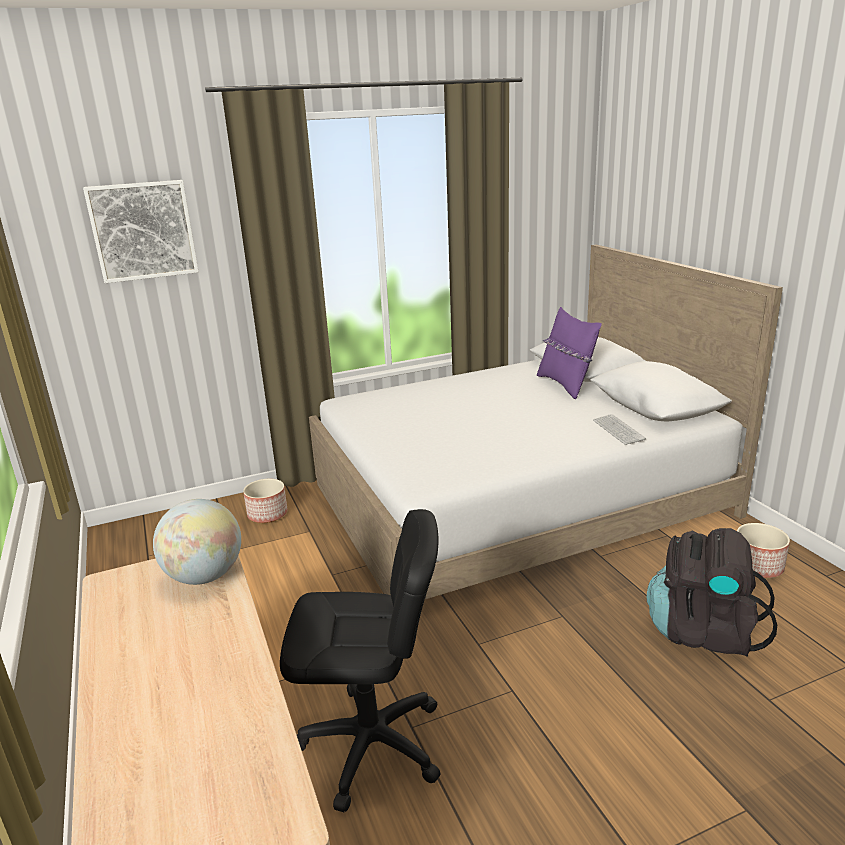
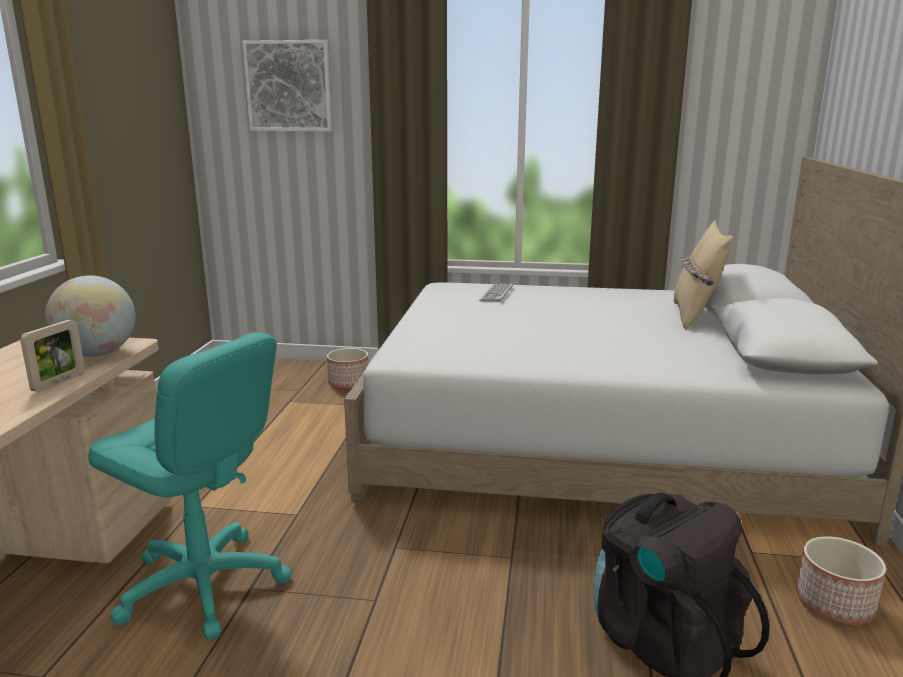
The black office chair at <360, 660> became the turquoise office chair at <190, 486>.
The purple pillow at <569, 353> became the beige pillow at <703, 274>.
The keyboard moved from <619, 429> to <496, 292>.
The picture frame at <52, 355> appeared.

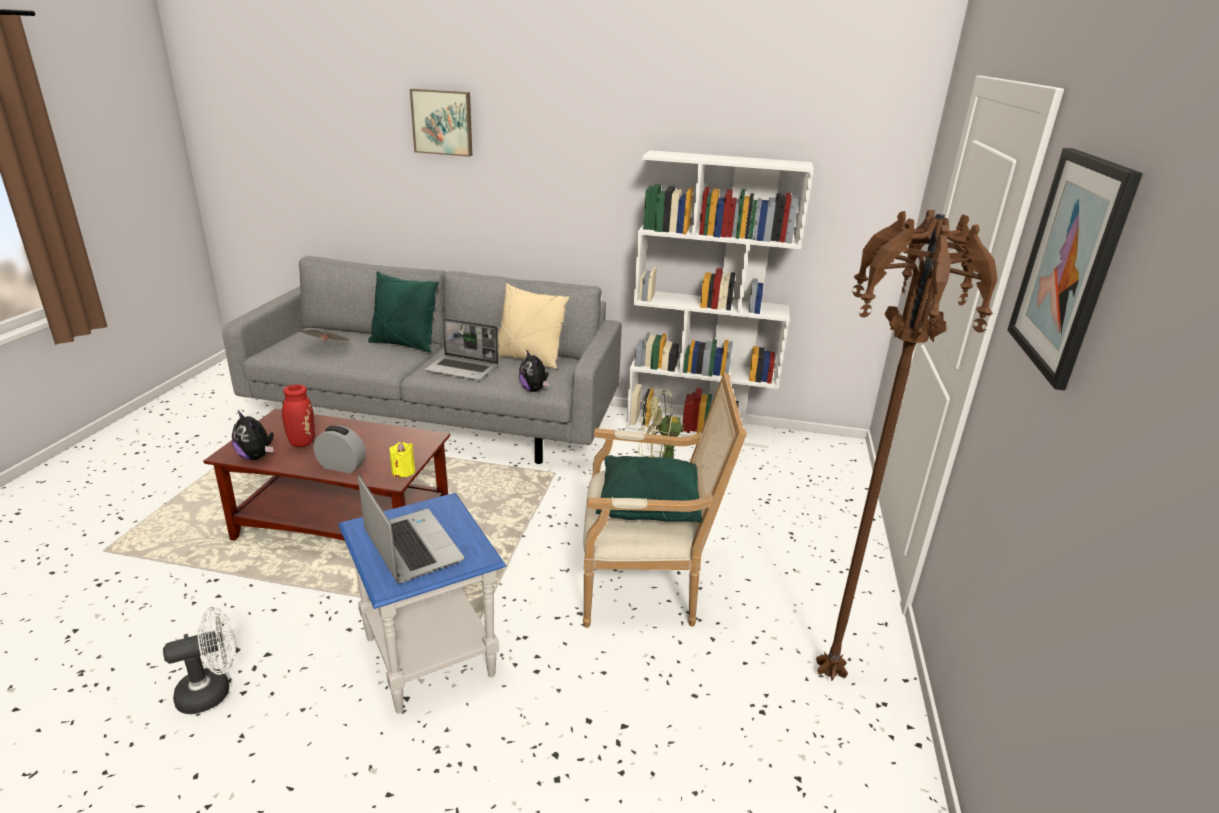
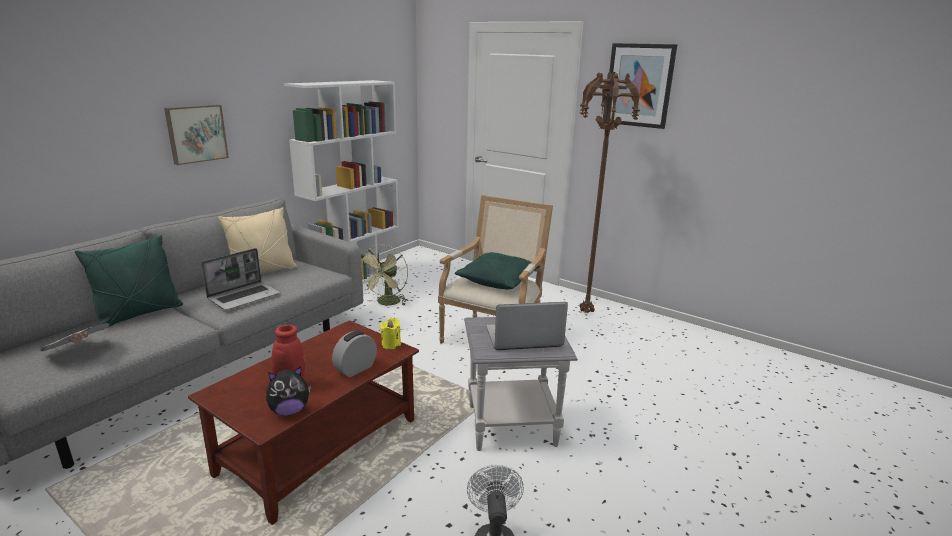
The blue side table at <422, 603> became the grey side table at <521, 384>.
The picture moved from <441, 123> to <196, 135>.
The plush toy at <534, 370> disappeared.

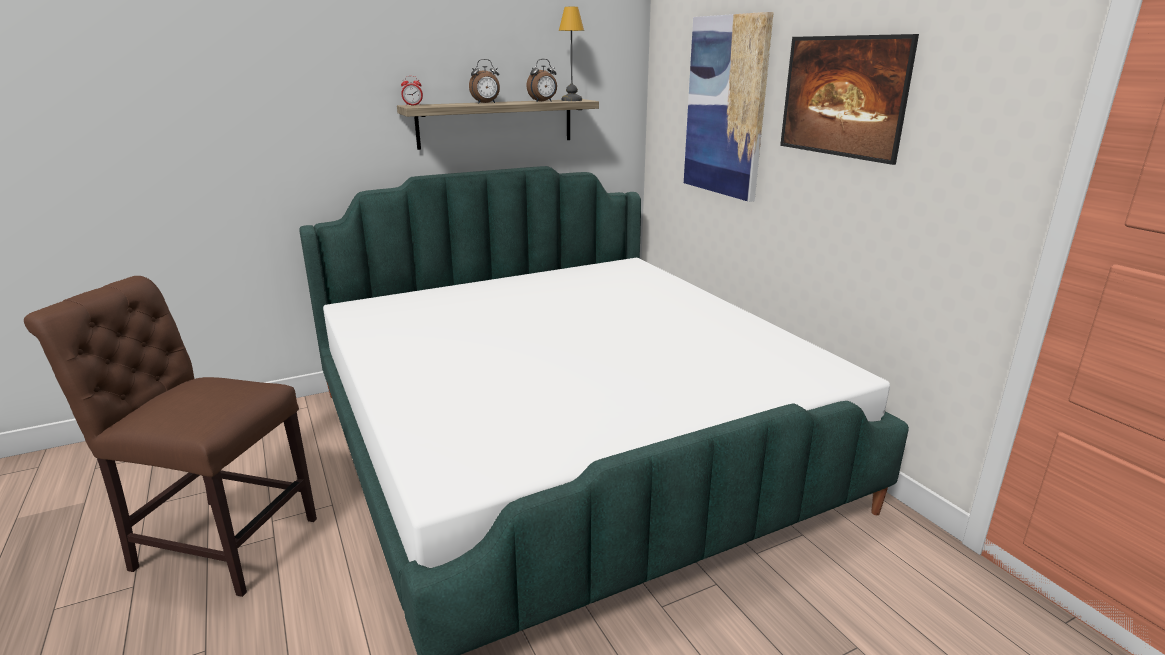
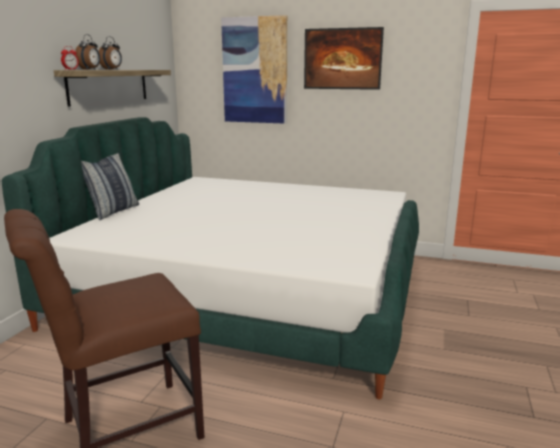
The alarm clock moved from <541, 80> to <87, 52>.
The table lamp at <571, 54> disappeared.
The pillow at <110, 186> appeared.

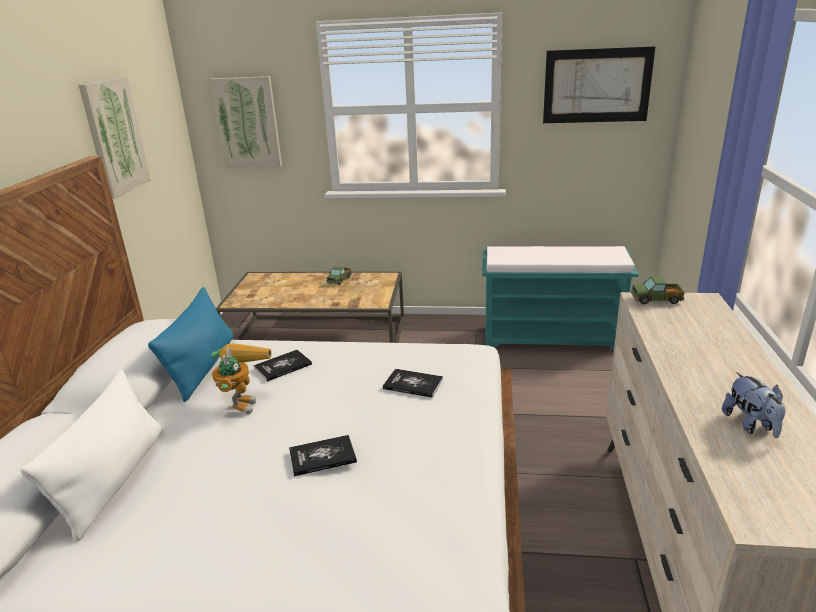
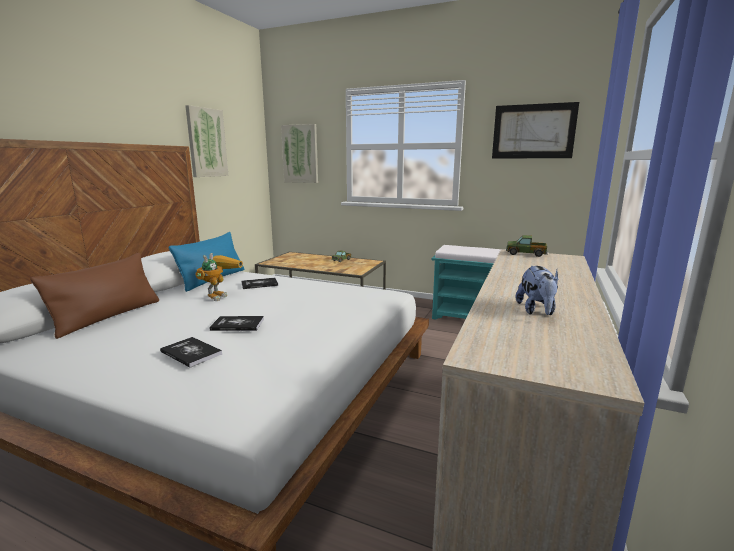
The white pillow at <92, 456> became the brown pillow at <94, 296>.
The book moved from <413, 383> to <191, 352>.

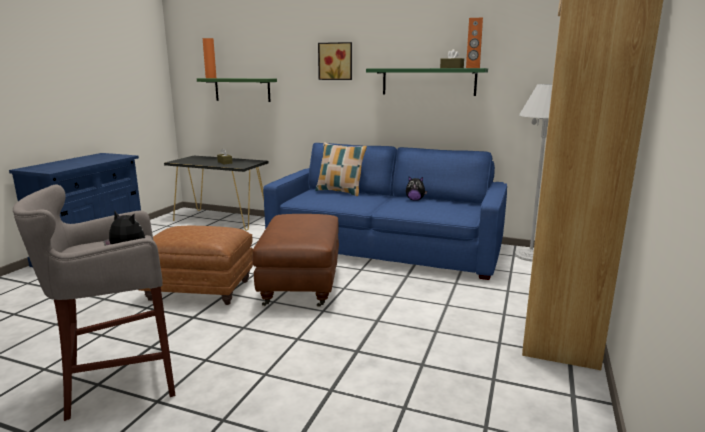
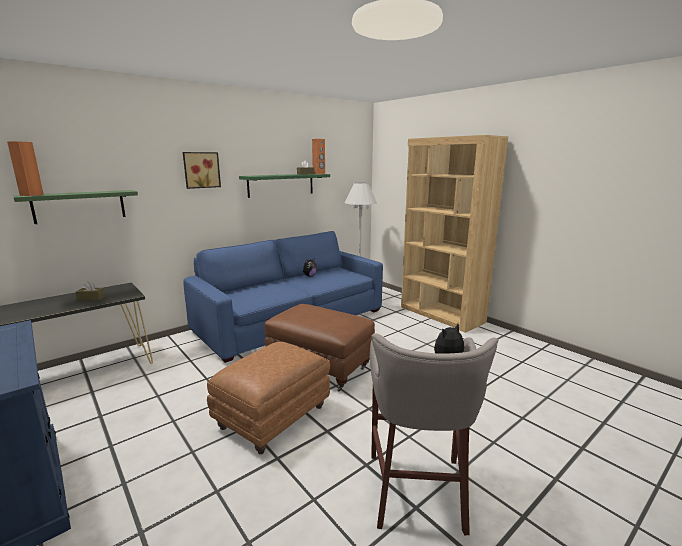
The pillow at <341, 169> disappeared.

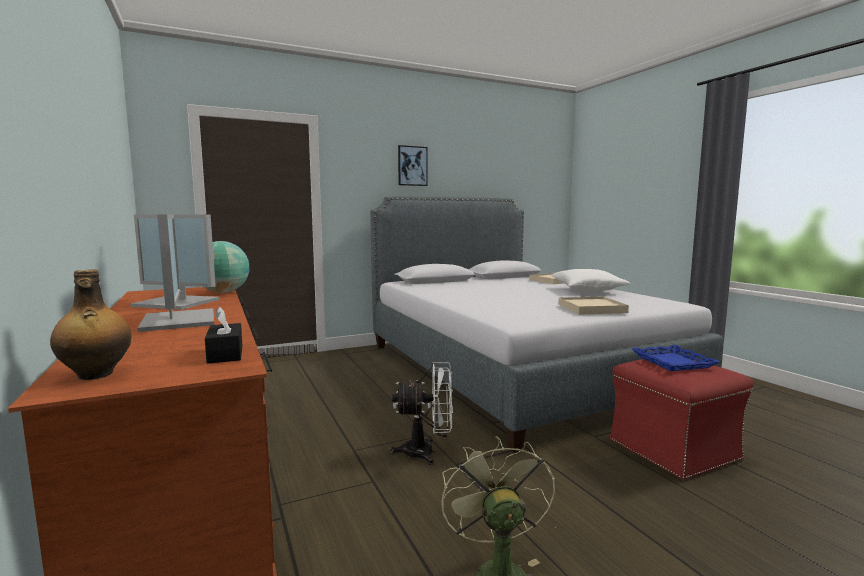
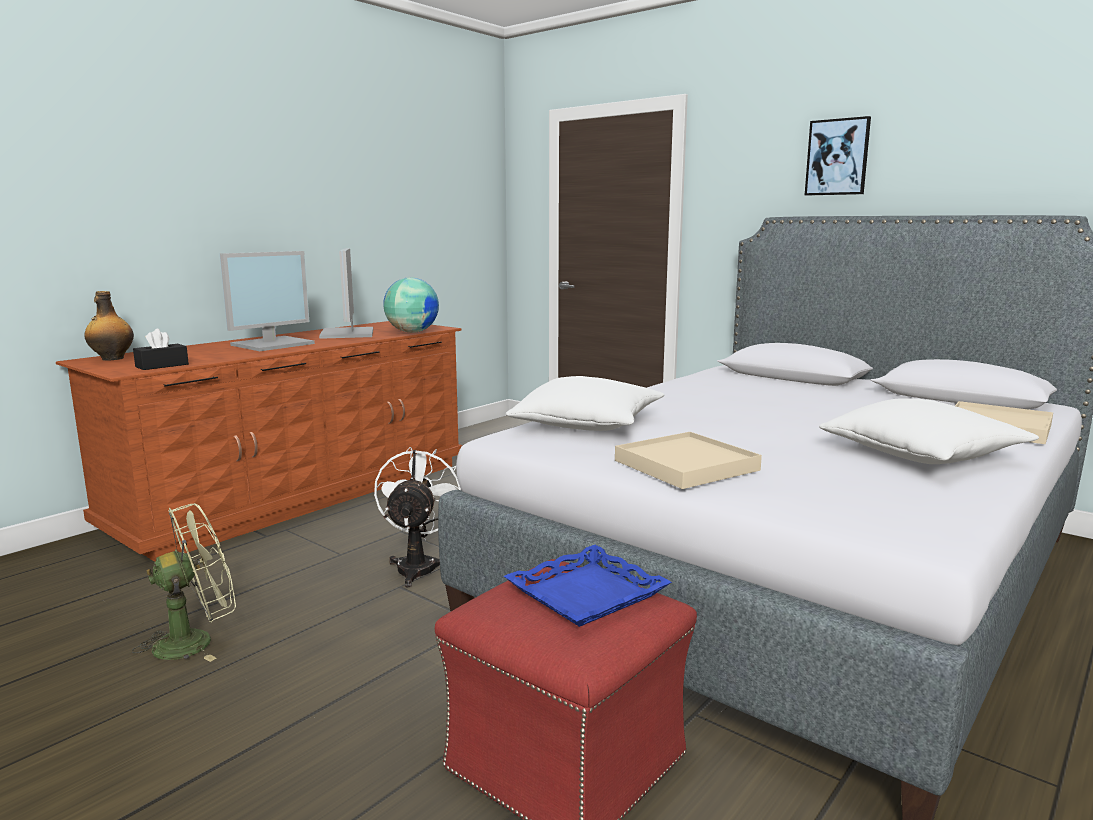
The white fan at <421, 413> turned 150 degrees counterclockwise.
The white pillow at <585, 403> appeared.

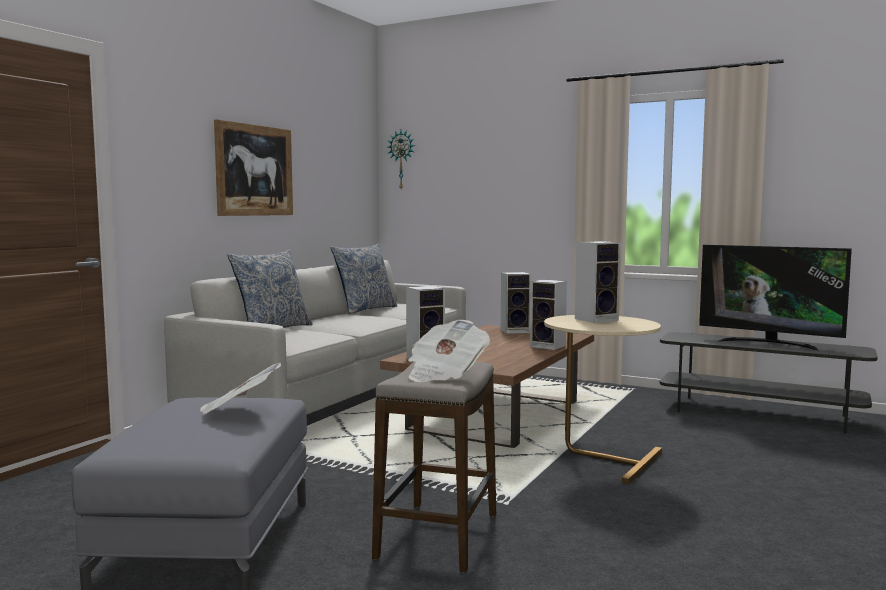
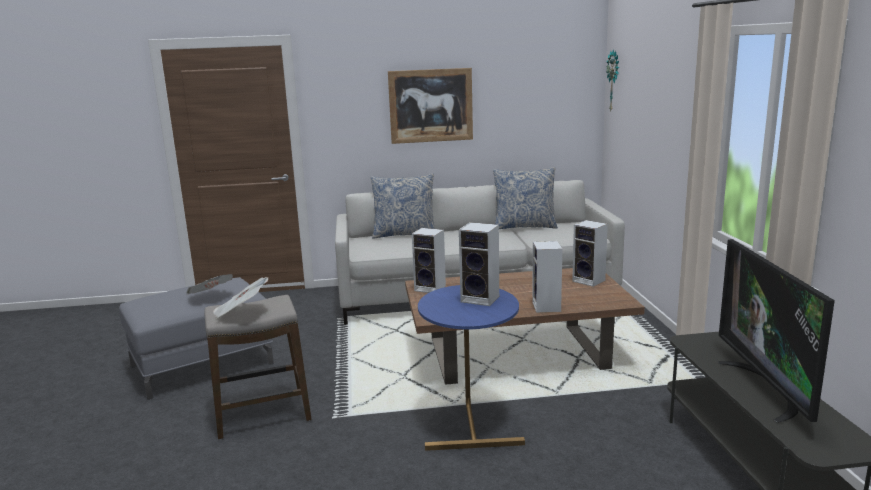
The beige side table at <603, 399> became the blue side table at <471, 368>.

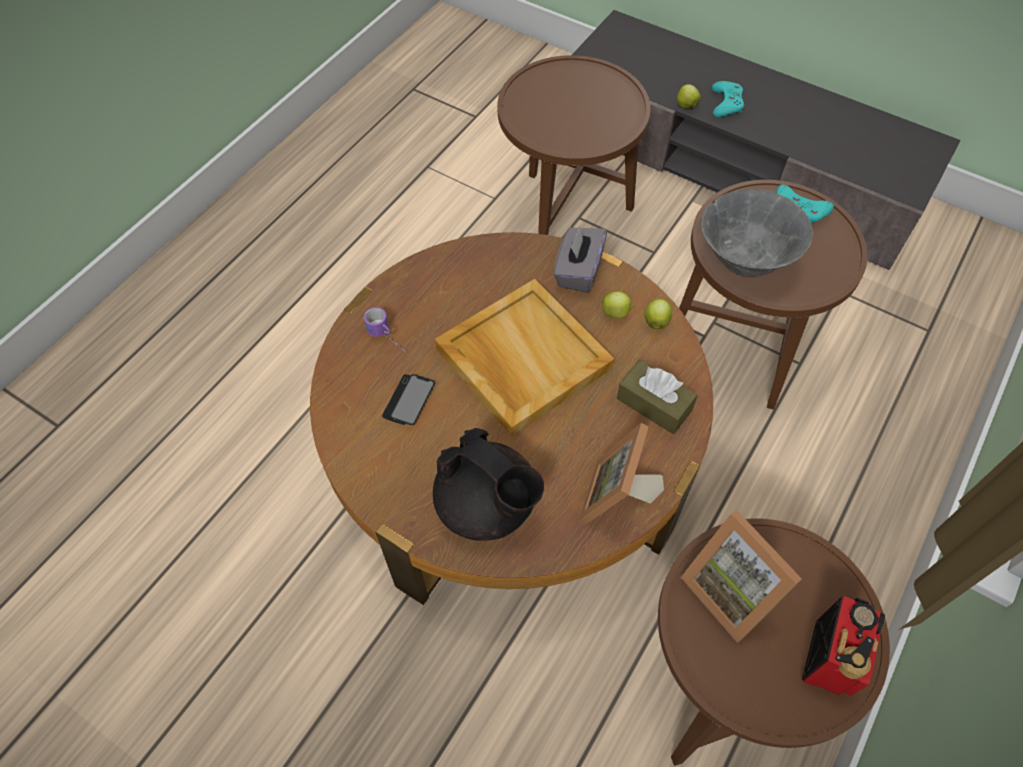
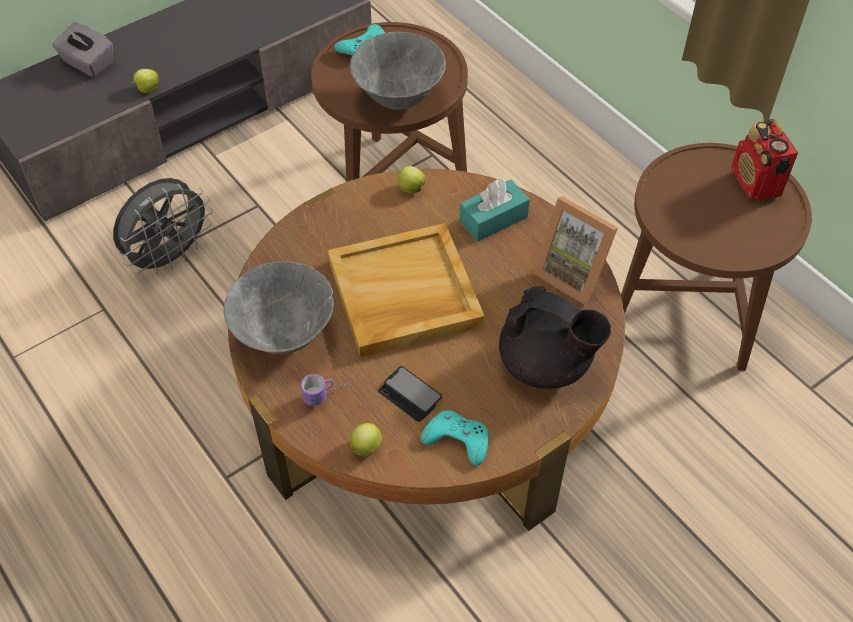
The black teapot at <488, 484> turned 60 degrees clockwise.
The brown side table at <573, 145> was replaced by the grey fan at <163, 227>.
The grey tissue box moved from <580, 259> to <82, 49>.
The apple moved from <618, 305> to <366, 440>.
The brown tissue box at <657, 397> became the turquoise tissue box at <495, 210>.
The picture frame at <741, 576> disappeared.
The turquoise game controller moved from <728, 99> to <455, 438>.
The radio at <843, 646> turned 150 degrees counterclockwise.
The grey bowl at <278, 308> appeared.

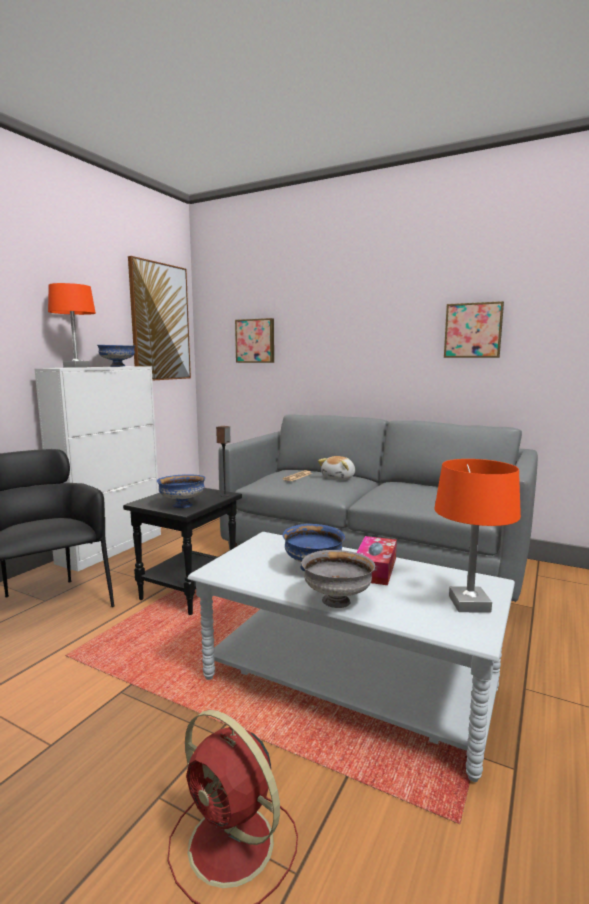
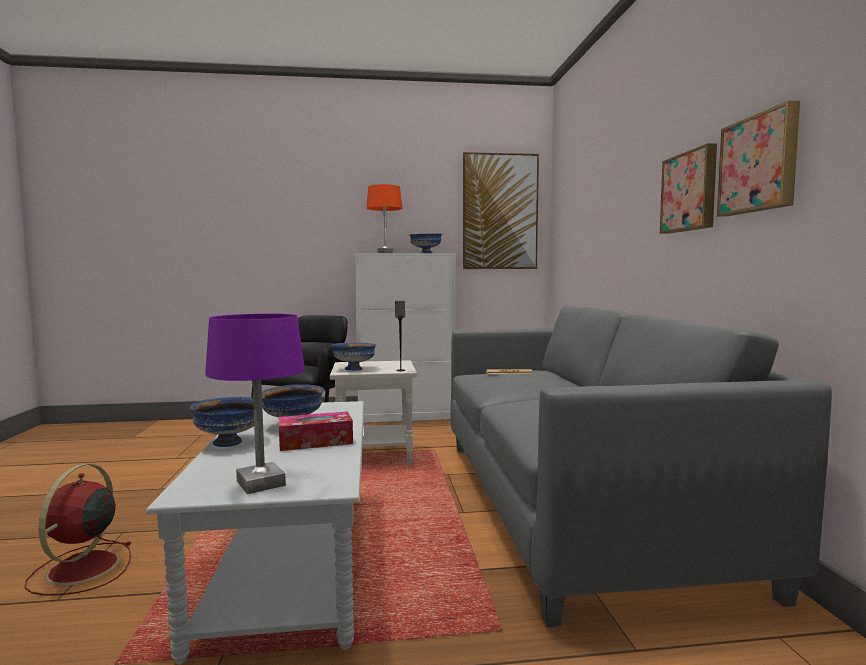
The black side table at <182, 551> became the white side table at <373, 413>.
The picture moved from <254, 340> to <688, 188>.
The grey bowl at <338, 579> became the blue bowl at <227, 422>.
The plush toy at <336, 468> disappeared.
The orange table lamp at <477, 536> became the purple table lamp at <255, 403>.

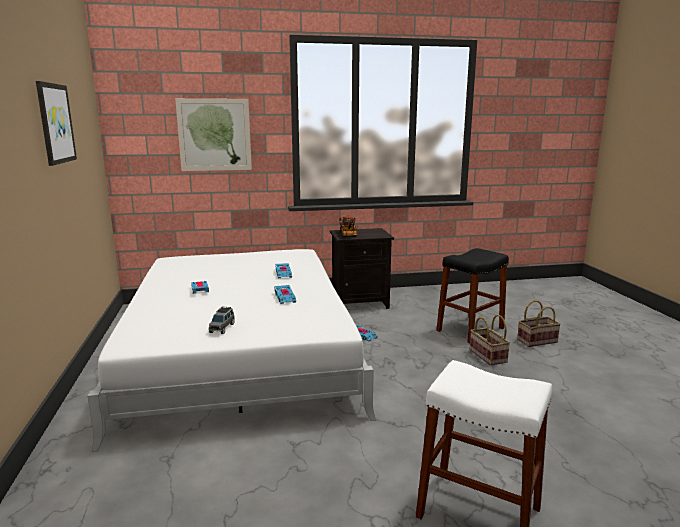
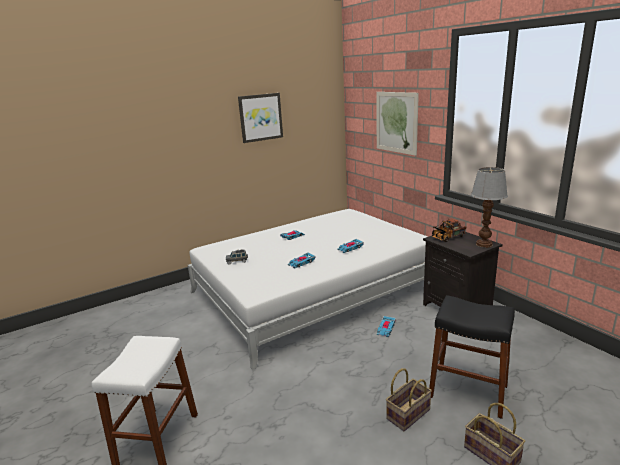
The table lamp at <489, 207> appeared.

